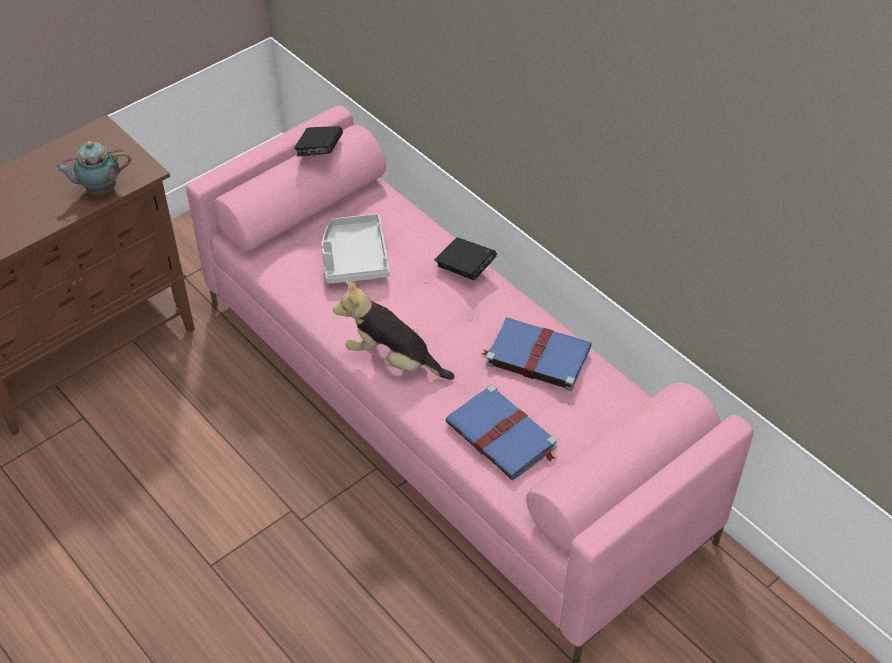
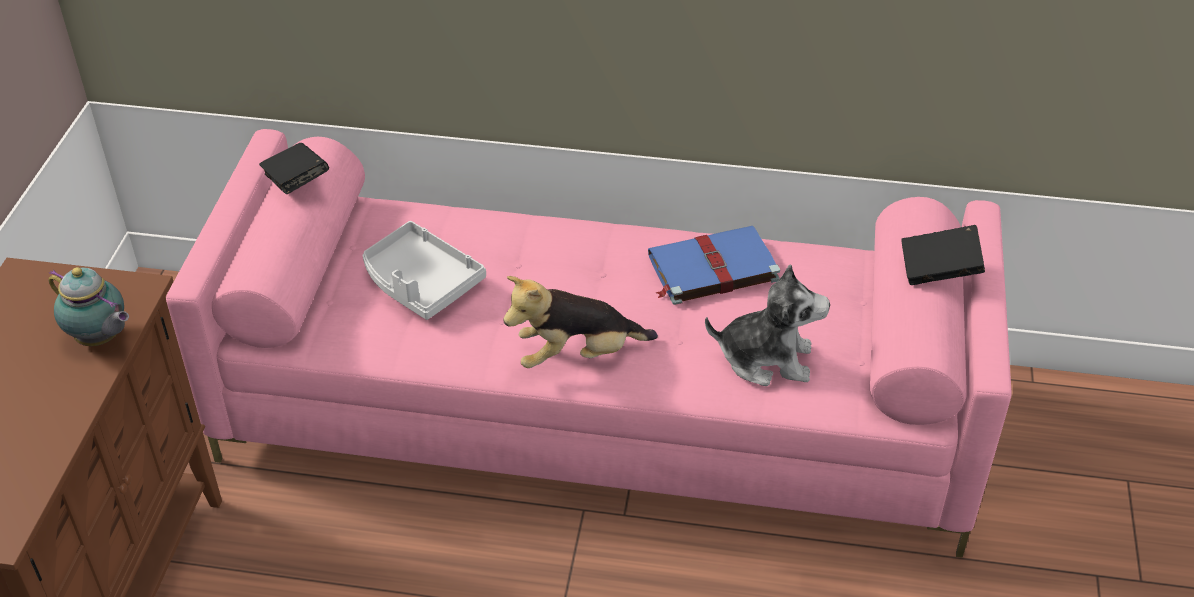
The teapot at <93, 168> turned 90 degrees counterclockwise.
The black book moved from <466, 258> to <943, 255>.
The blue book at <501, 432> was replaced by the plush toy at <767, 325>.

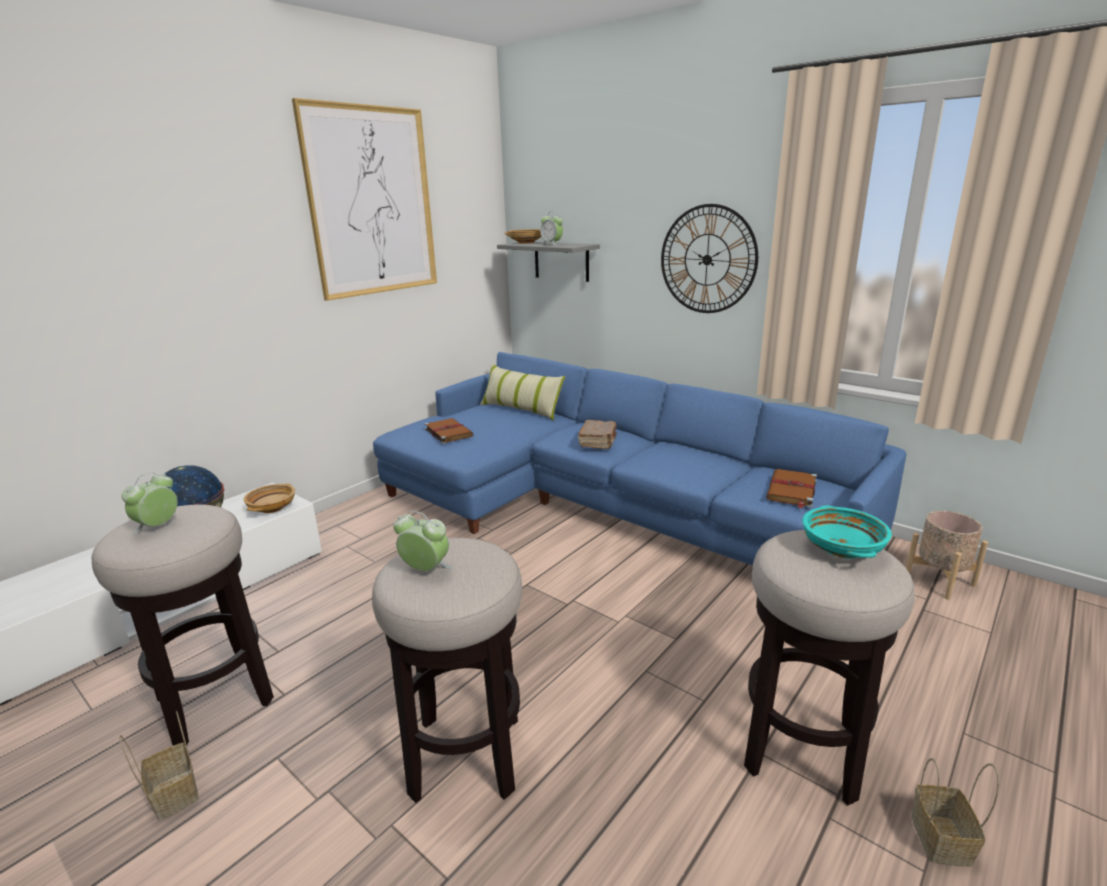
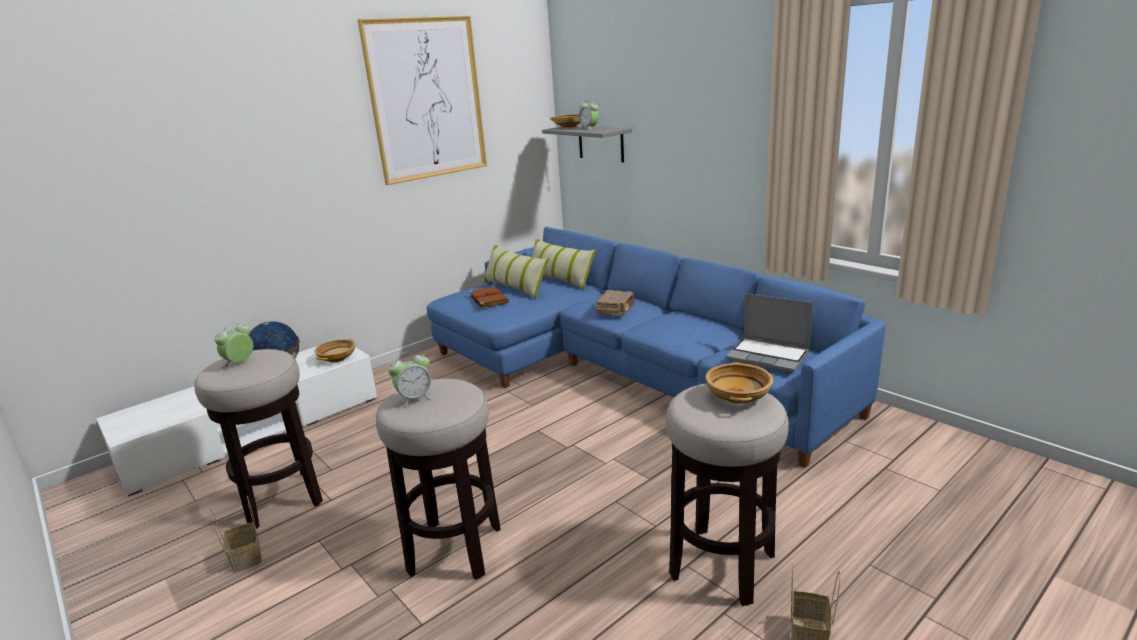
The alarm clock at <422, 541> turned 120 degrees clockwise.
The wall clock at <709, 258> disappeared.
The brown book at <791, 489> was replaced by the laptop at <769, 333>.
The turquoise bowl at <847, 532> became the beige bowl at <739, 383>.
The beige planter at <947, 555> disappeared.
The pillow at <515, 271> appeared.

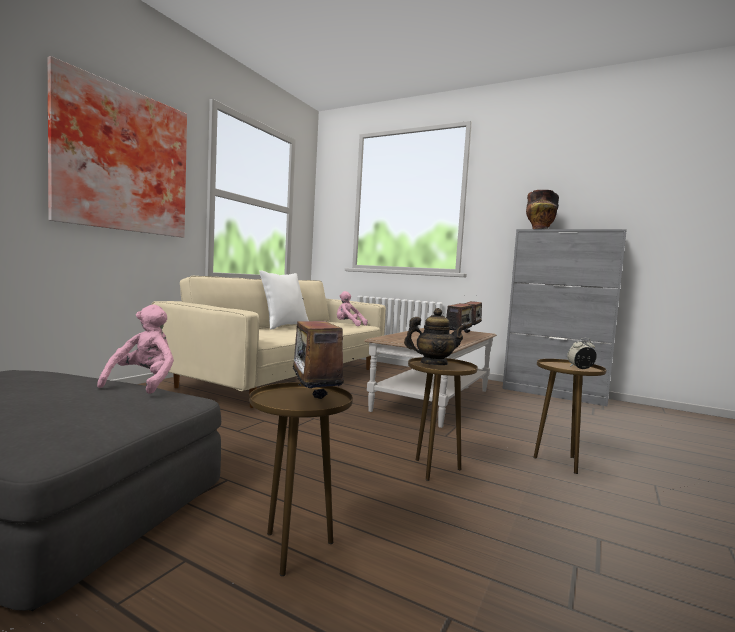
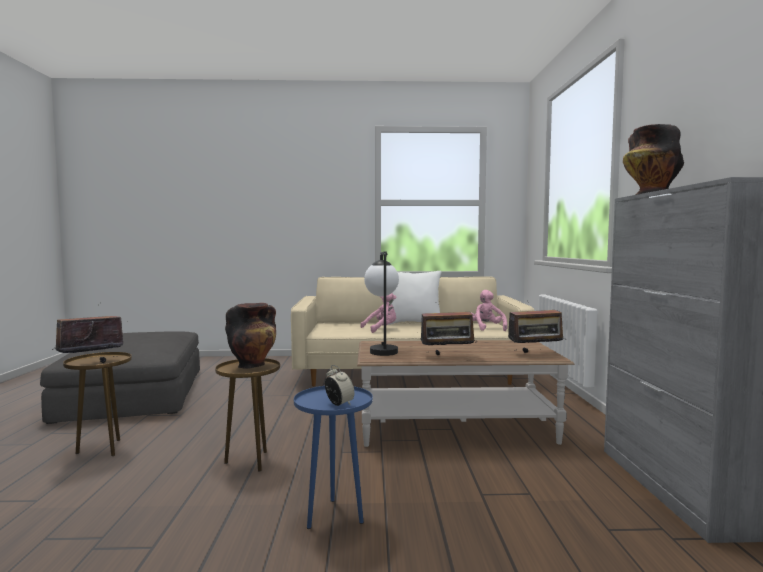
The picture at <117, 146> disappeared.
The pink plush toy moved from <135, 349> to <378, 313>.
The teapot at <435, 336> was replaced by the vase at <250, 336>.
The brown side table at <569, 416> became the blue side table at <333, 457>.
The table lamp at <381, 304> appeared.

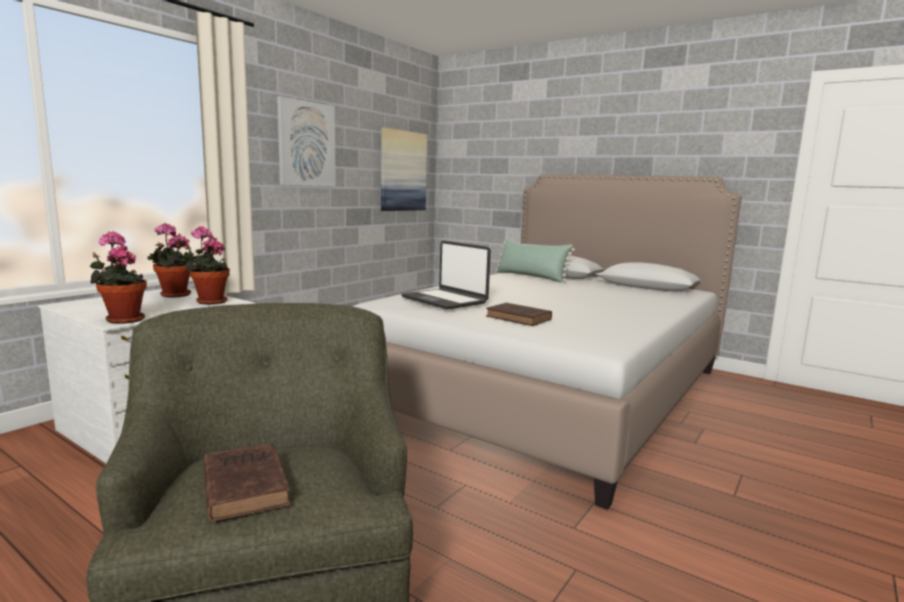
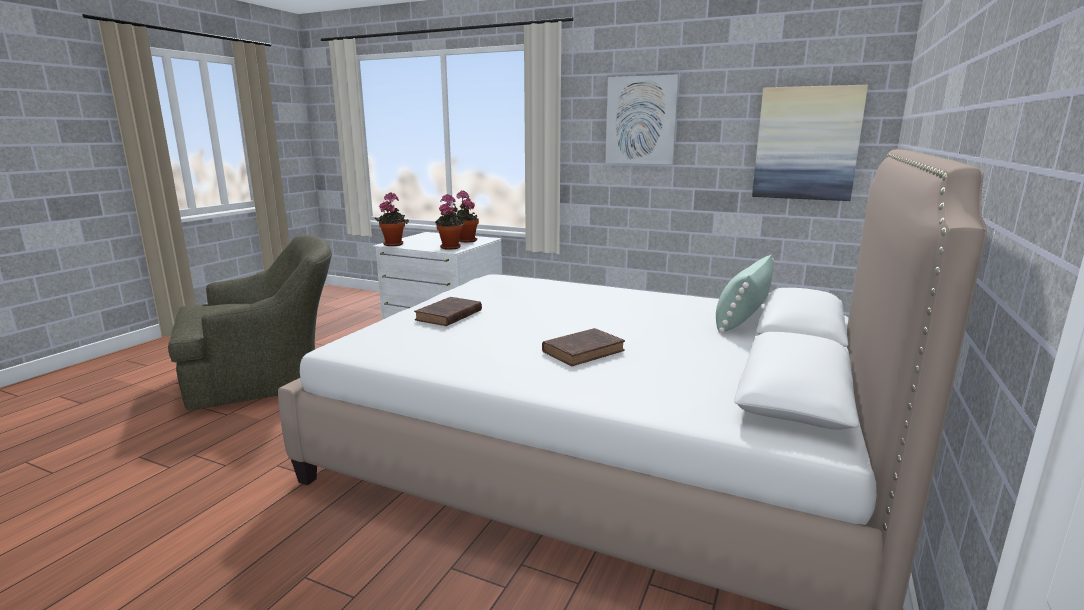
The brown book moved from <247, 482> to <583, 347>.
The laptop at <446, 275> disappeared.

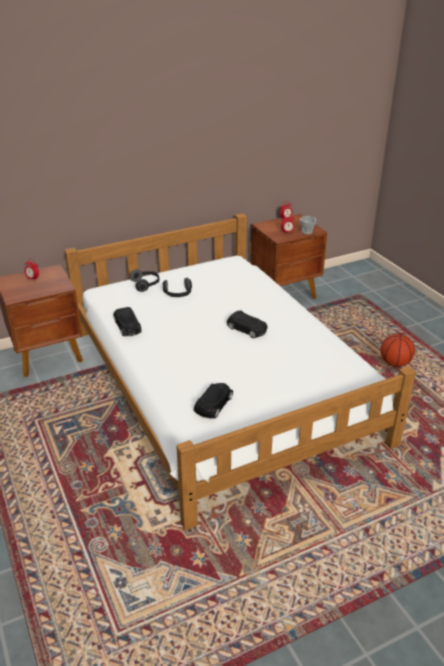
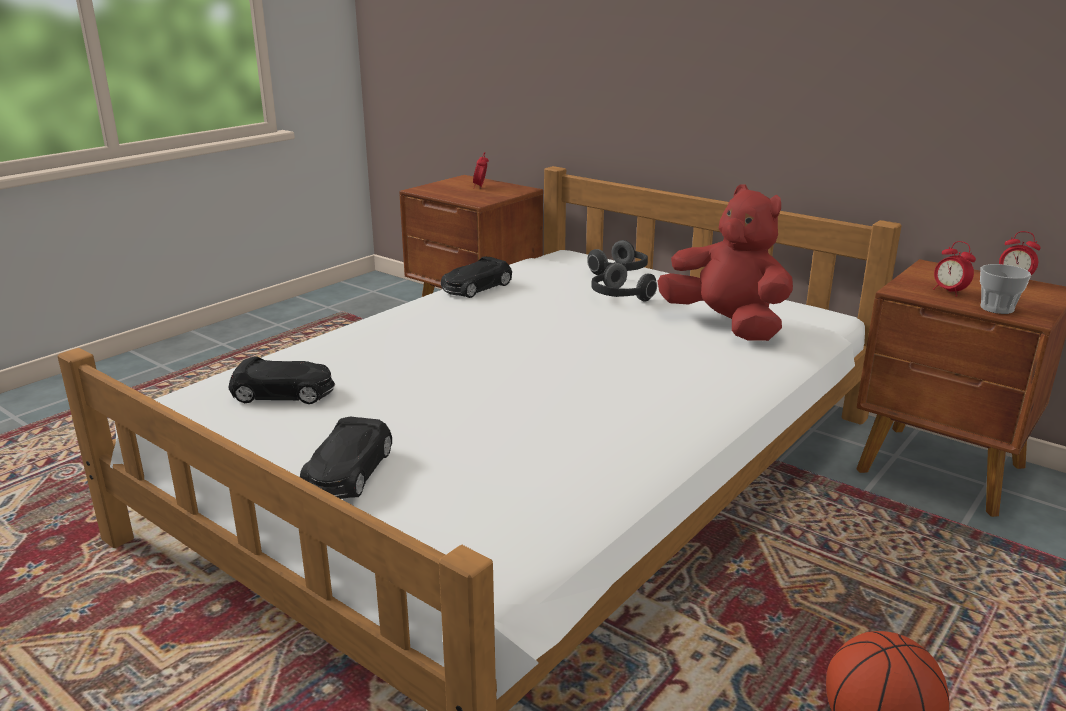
The black toy car moved from <247, 324> to <346, 458>.
The red plush toy at <725, 262> appeared.

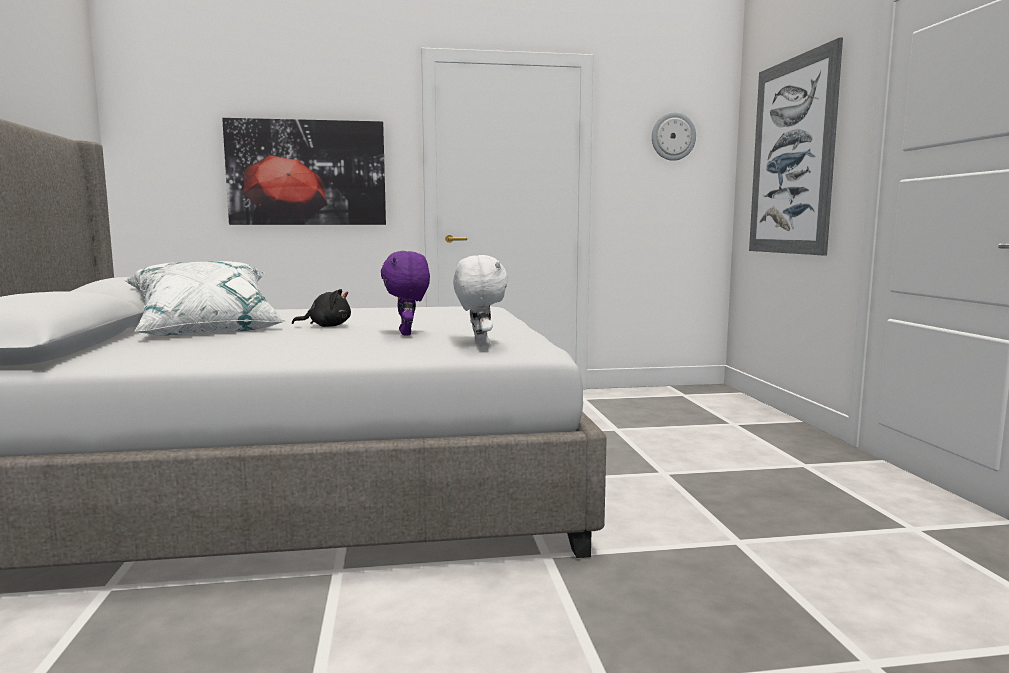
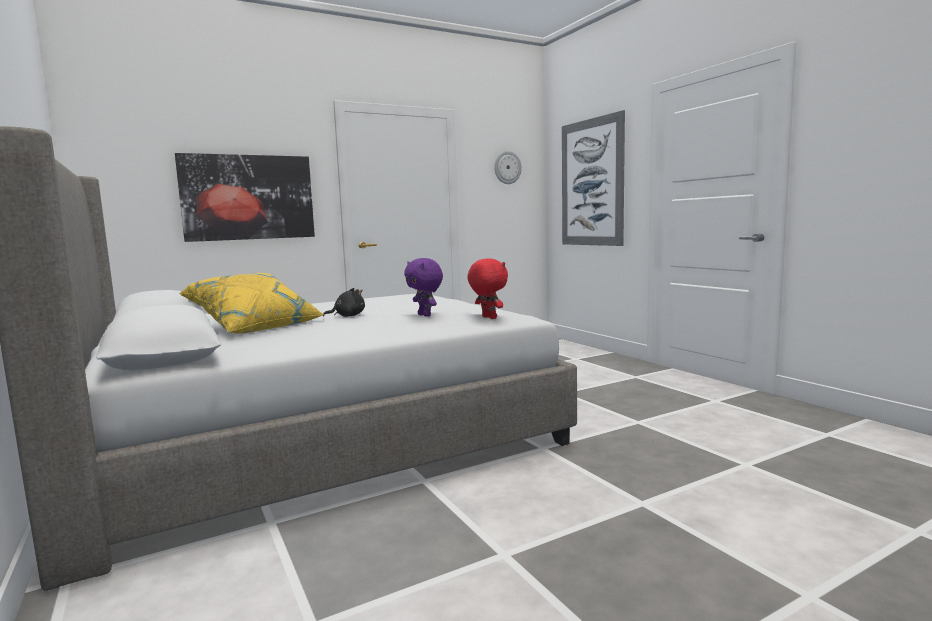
The white pillow at <206, 298> became the yellow pillow at <251, 303>.
The white plush toy at <480, 301> became the red plush toy at <487, 288>.

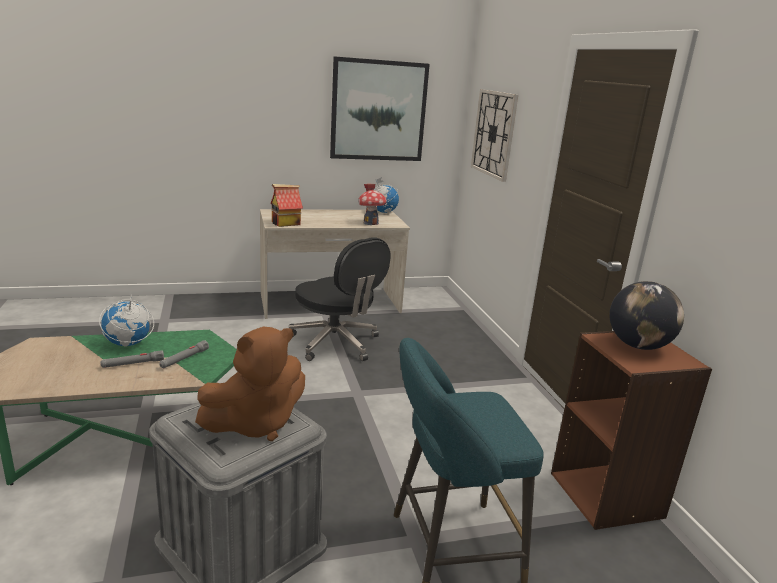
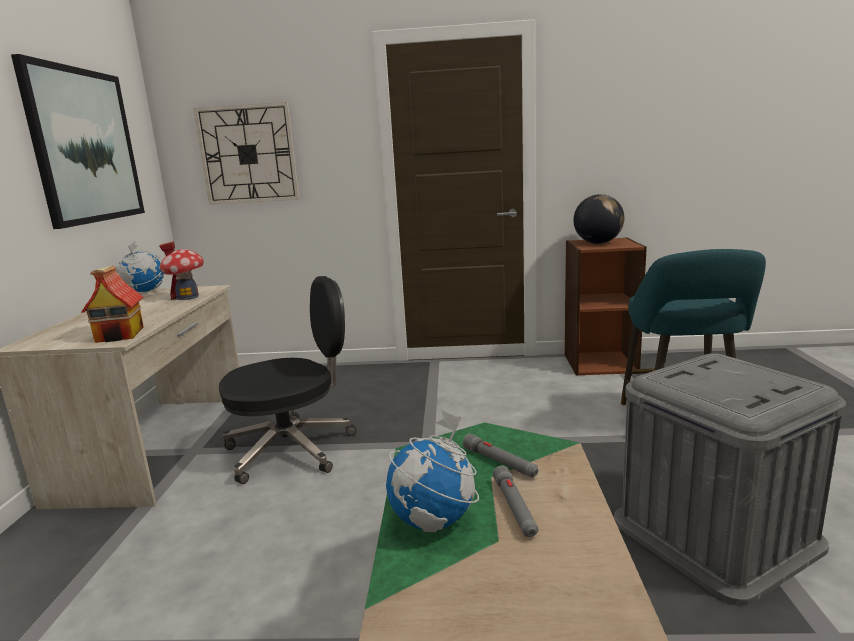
The brown plush toy at <250, 383> disappeared.

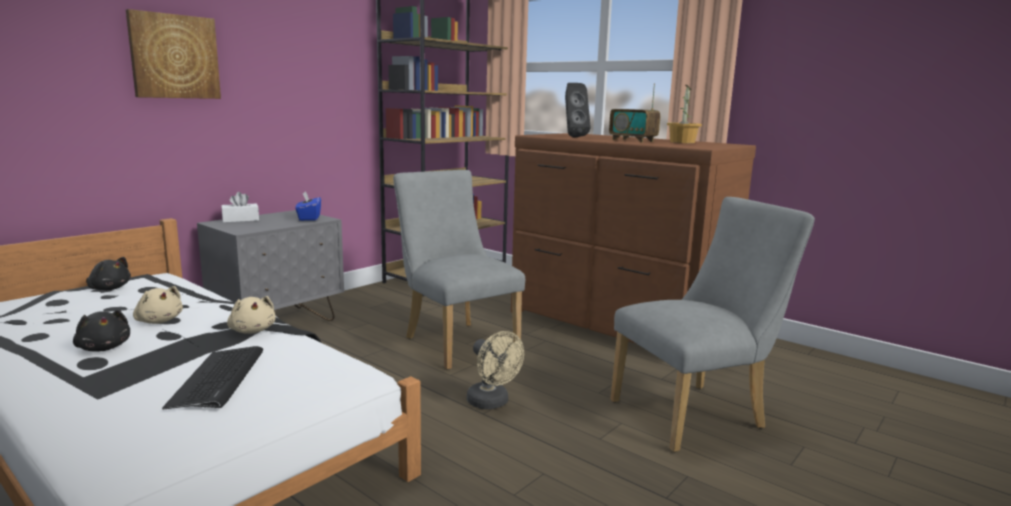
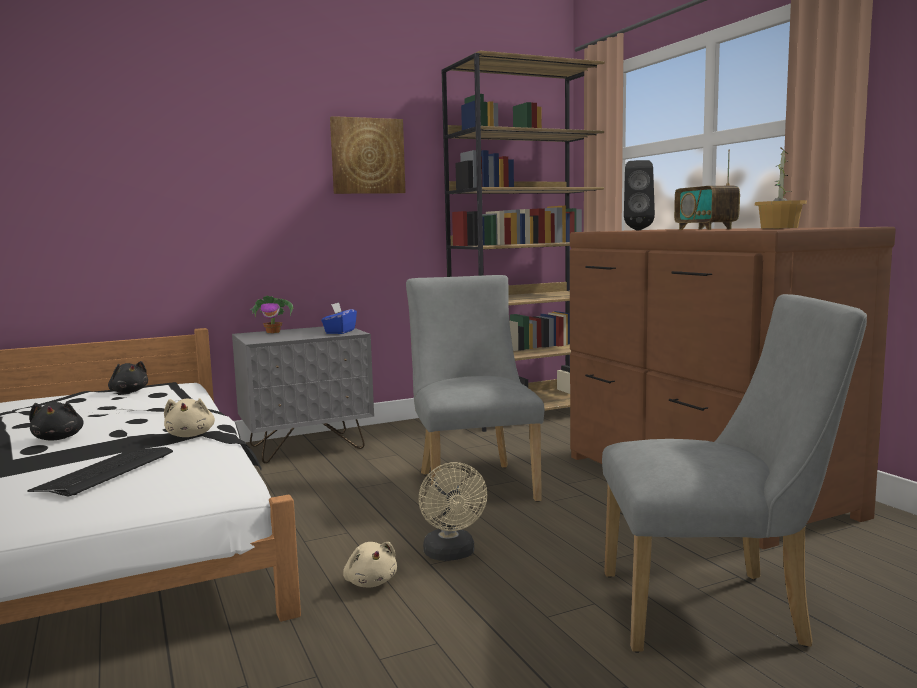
The picture moved from <173, 54> to <368, 155>.
The beige plush toy moved from <158, 305> to <370, 564>.
The white tissue box at <240, 207> was replaced by the potted plant at <271, 314>.

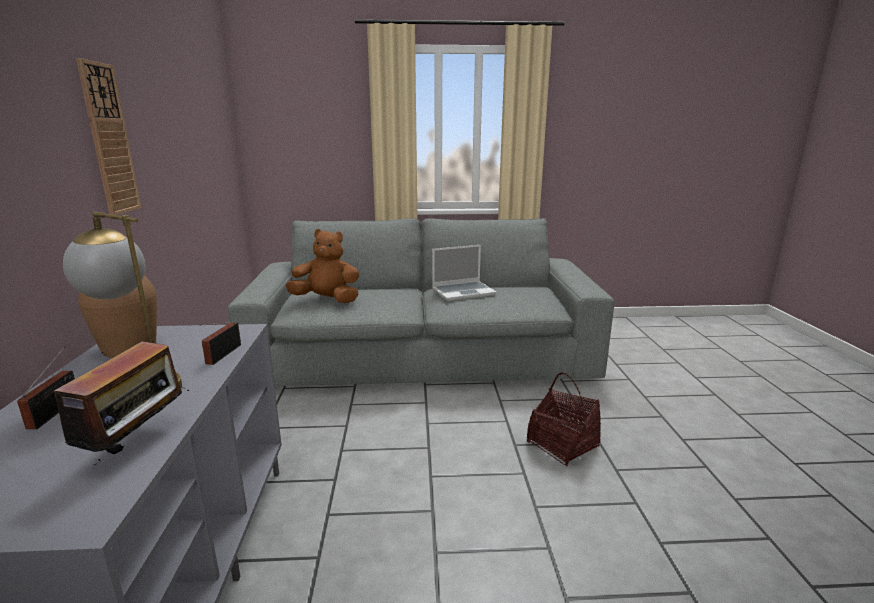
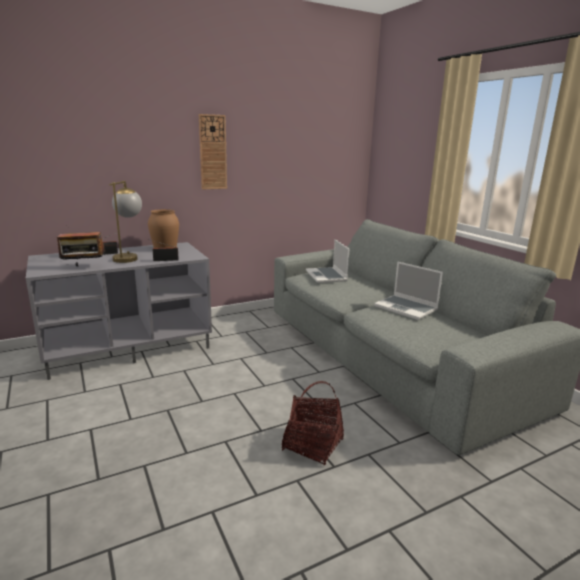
The brown plush toy at <322, 266> was replaced by the laptop at <327, 261>.

